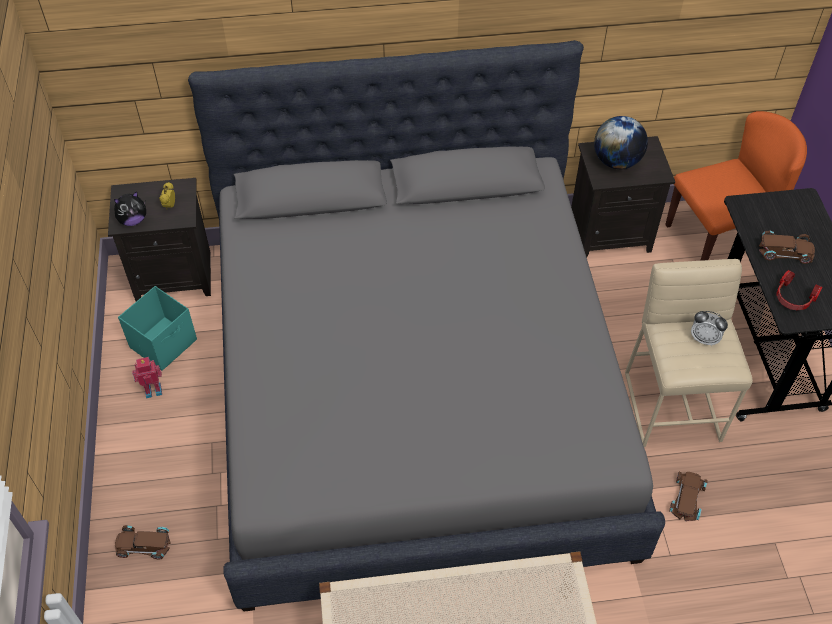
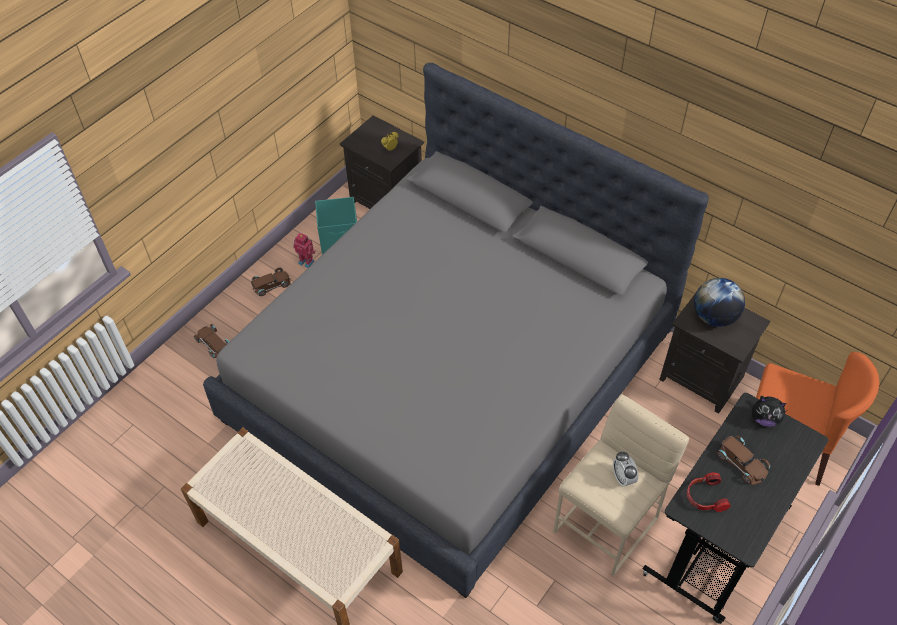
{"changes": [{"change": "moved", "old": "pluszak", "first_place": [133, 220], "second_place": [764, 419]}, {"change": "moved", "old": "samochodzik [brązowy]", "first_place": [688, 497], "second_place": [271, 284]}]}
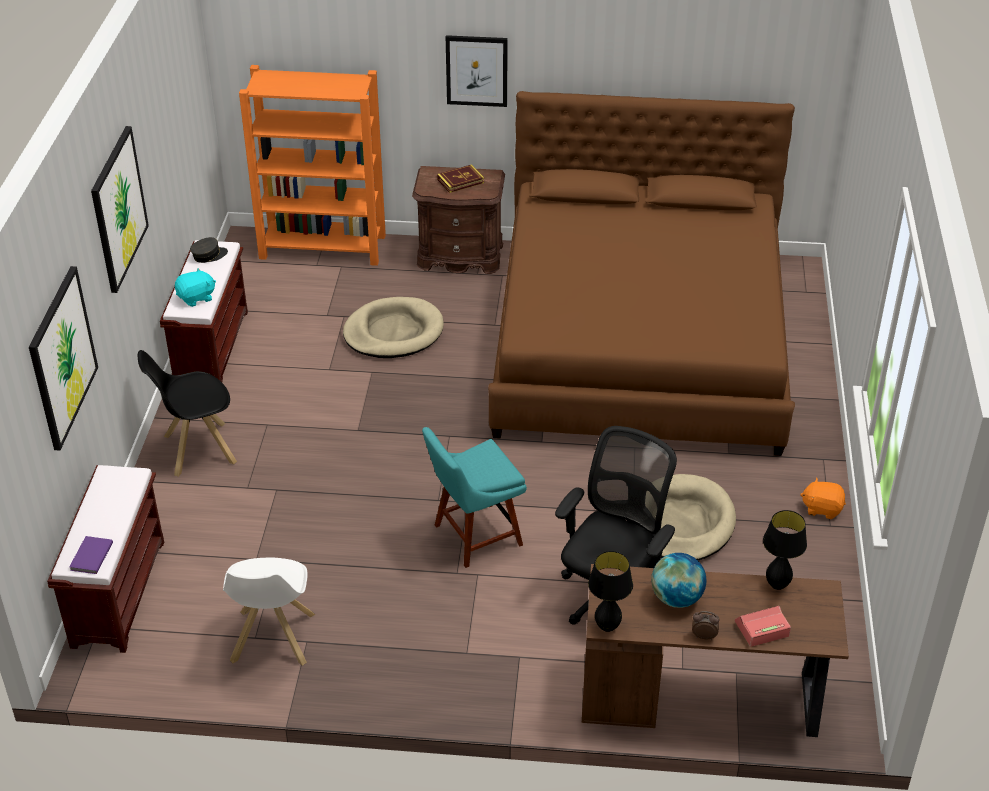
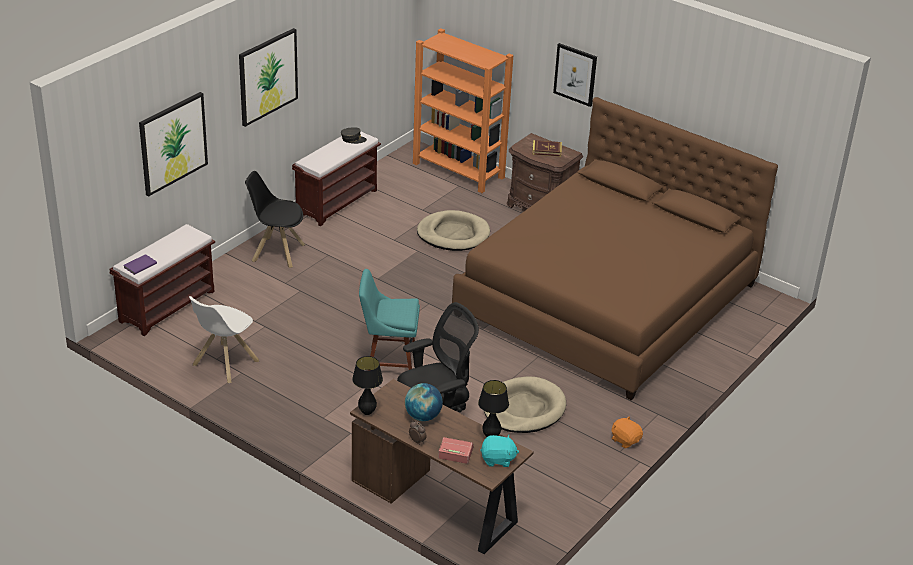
{"changes": [{"change": "moved", "old": "pluszak [turkusowy]", "first_place": [196, 298], "second_place": [498, 459]}]}
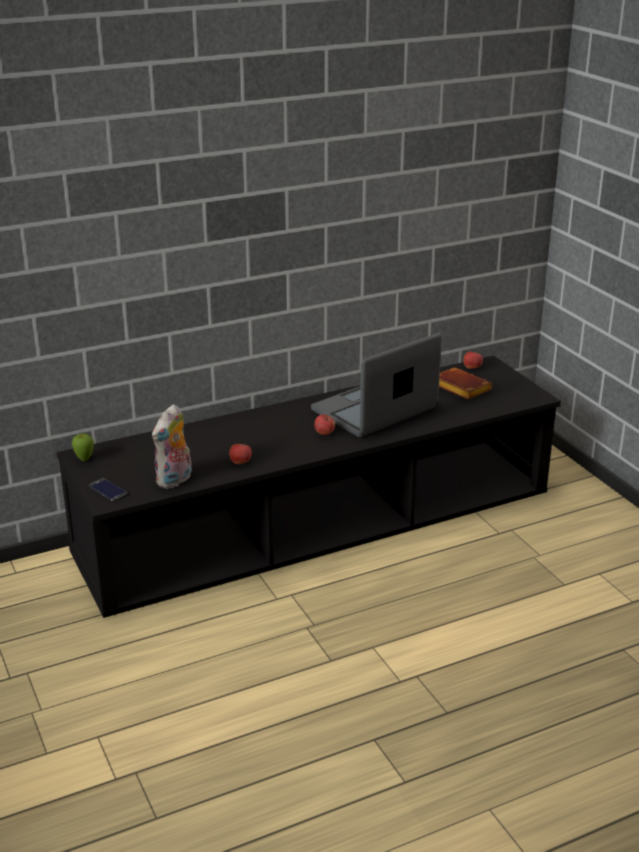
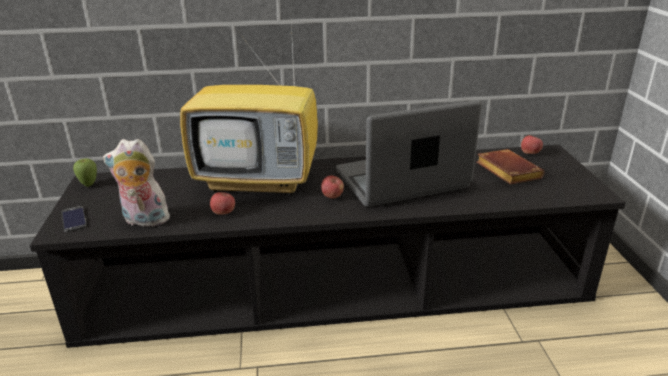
{"changes": [{"change": "turned", "old": "pluszak", "first_place": [175, 480], "second_place": [144, 221], "degrees": 45}, {"change": "added", "new": "telewizor", "second_place": [260, 181]}]}
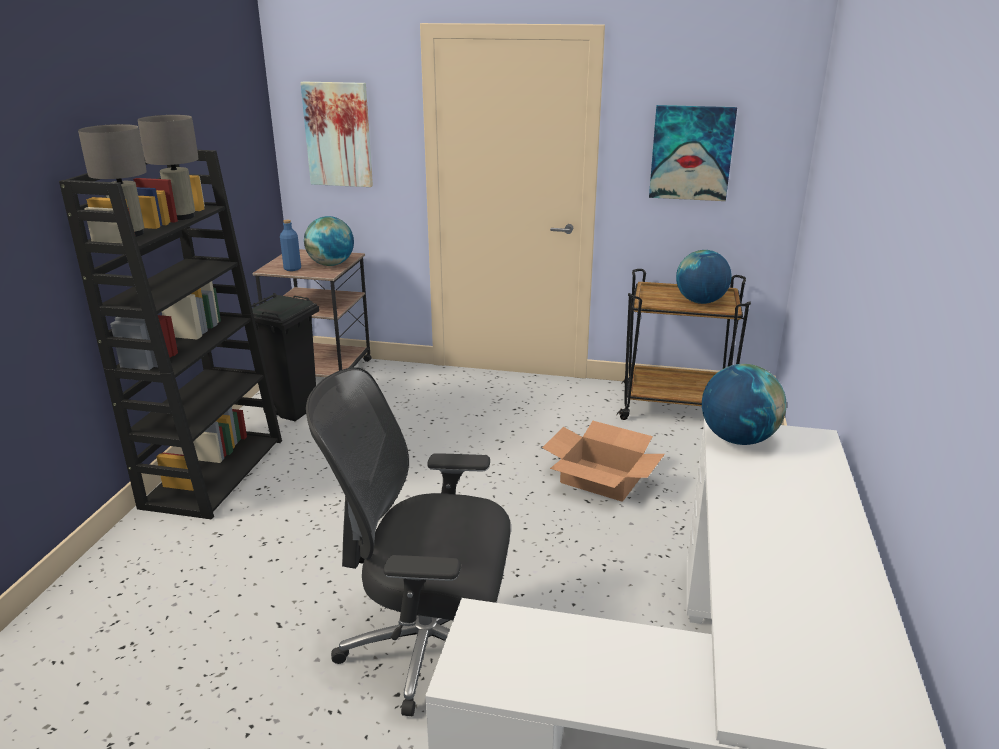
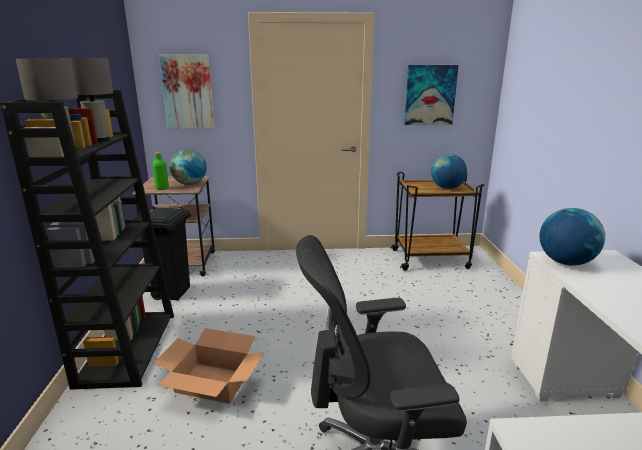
{"changes": [{"change": "recoloured", "old": "butelka [niebieski]", "new": "butelka [zielony]", "first_place": [292, 268], "second_place": [162, 188]}, {"change": "moved", "old": "karton", "first_place": [601, 479], "second_place": [212, 382]}]}
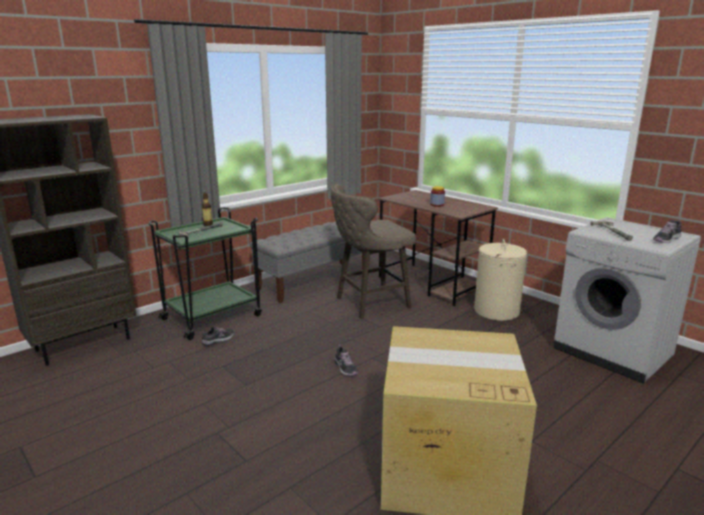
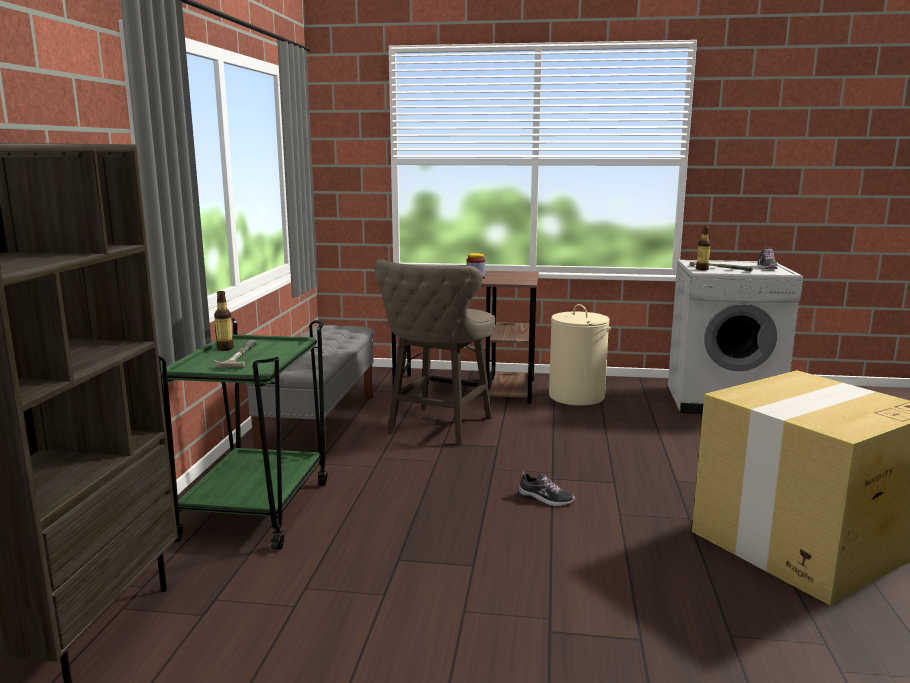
{"changes": [{"change": "removed", "old": "but", "first_place": [218, 340]}, {"change": "added", "new": "butelka", "second_place": [702, 269]}]}
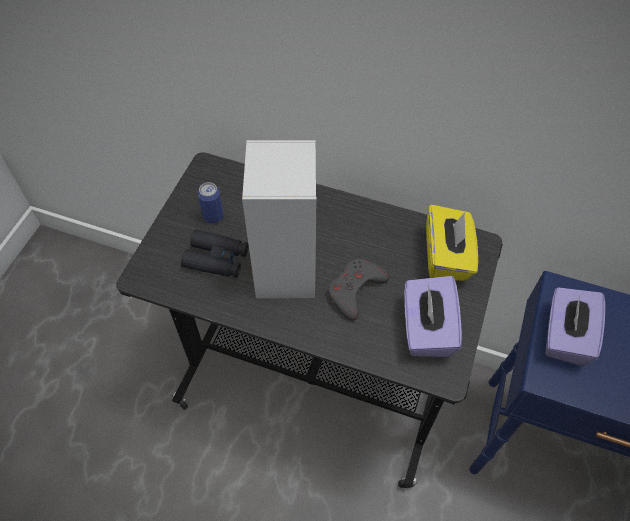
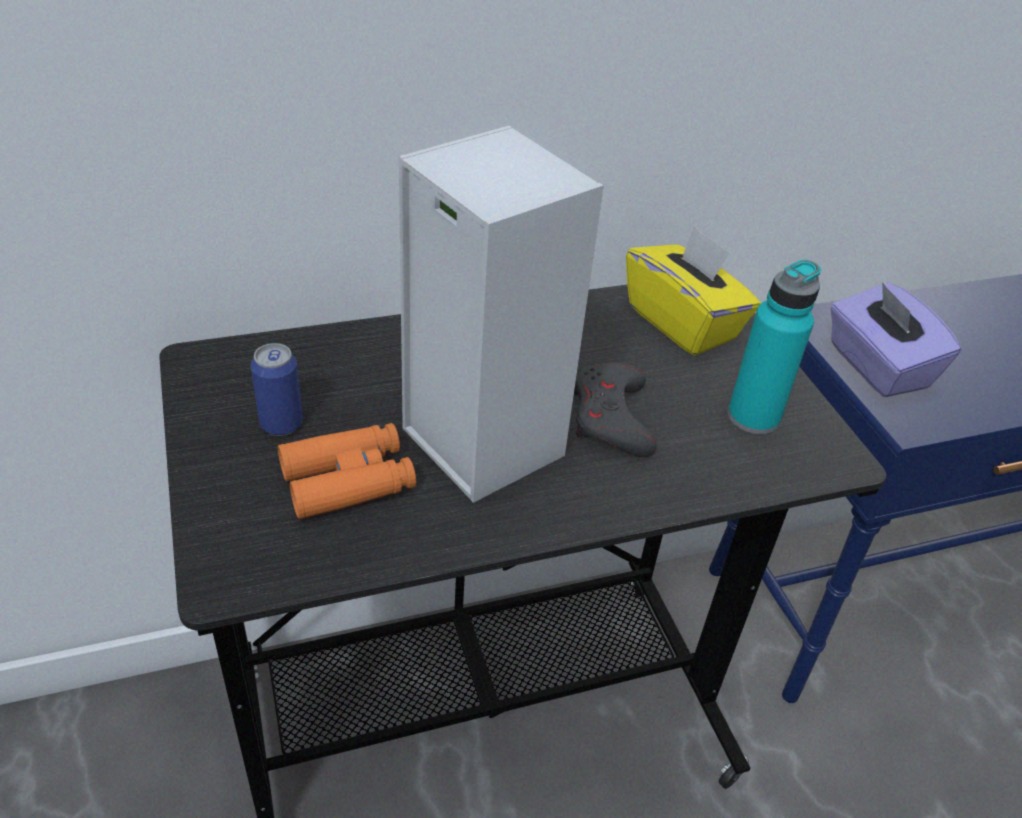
{"changes": [{"change": "recoloured", "old": "lornetka [czarny]", "new": "lornetka [pomarańczowy]", "first_place": [216, 259], "second_place": [348, 480]}, {"change": "replaced", "old": "pudełko chusteczek [fioletowy]", "new": "butelka [turkusowy]", "first_place": [426, 329], "second_place": [753, 417]}]}
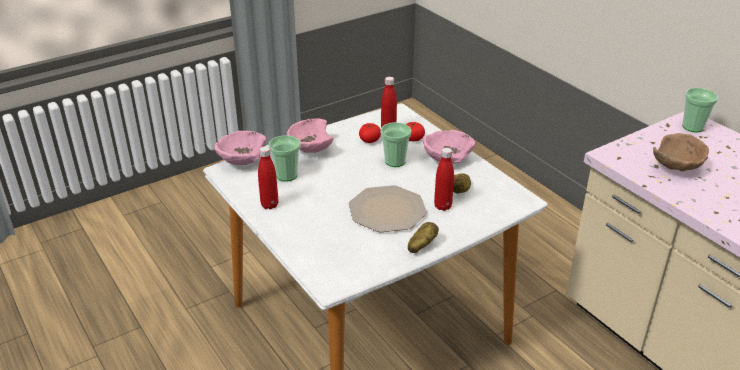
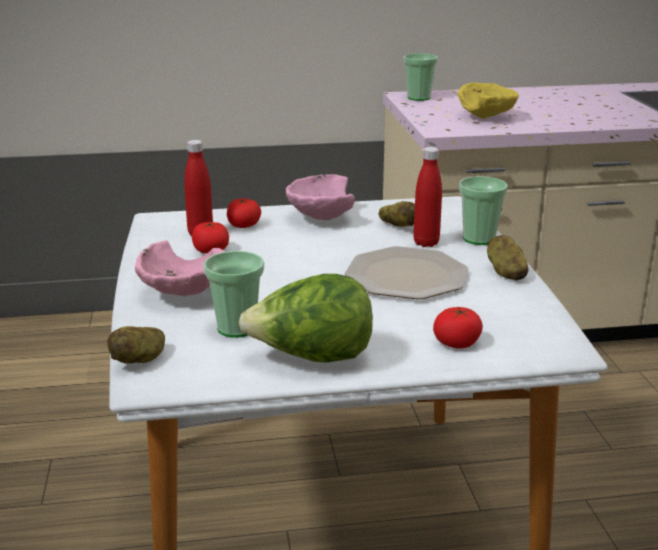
{"changes": [{"change": "moved", "old": "filiżanka", "first_place": [395, 161], "second_place": [479, 239]}, {"change": "replaced", "old": "miska [różowy]", "new": "ziemniak", "first_place": [241, 161], "second_place": [140, 360]}, {"change": "recoloured", "old": "miska [brązowy]", "new": "miska [żółty]", "first_place": [676, 169], "second_place": [488, 117]}, {"change": "replaced", "old": "butelka [czerwony]", "new": "sałata", "first_place": [269, 205], "second_place": [312, 358]}, {"change": "added", "new": "pomidor", "second_place": [457, 342]}]}
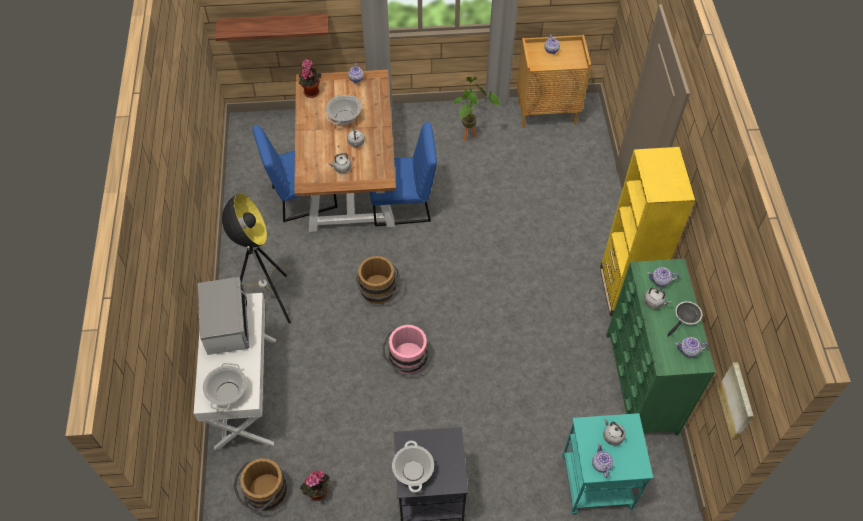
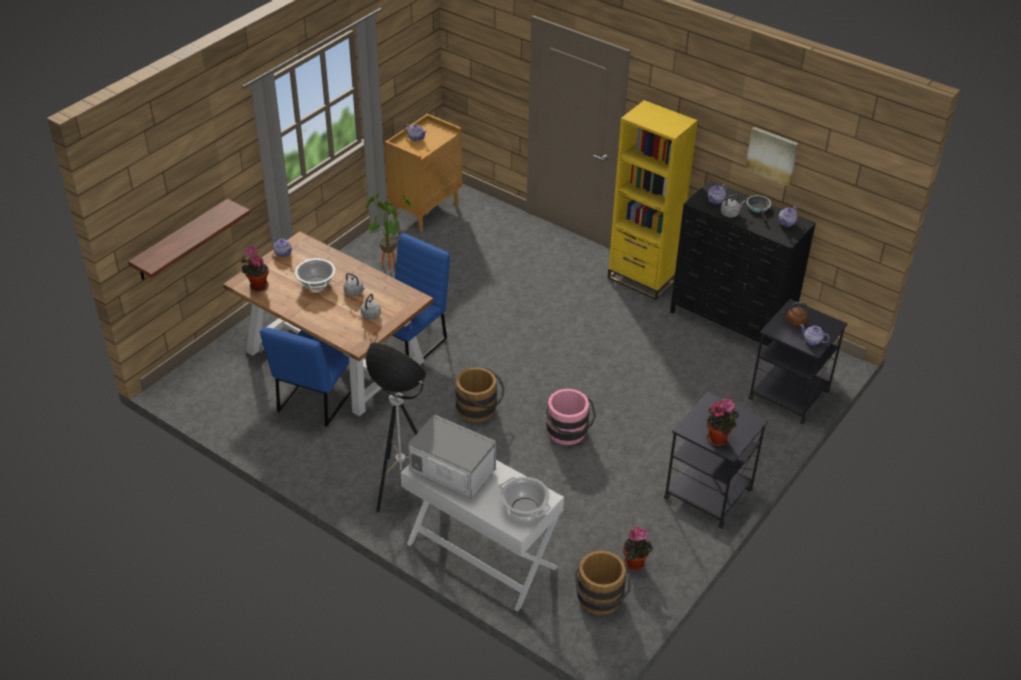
{"changes": [{"change": "recoloured", "old": "komoda [zielony]", "new": "komoda [czarny]", "first_place": [641, 383], "second_place": [731, 321]}, {"change": "moved", "old": "obraz", "first_place": [737, 401], "second_place": [772, 155]}, {"change": "recoloured", "old": "wózek [turkusowy]", "new": "wózek [czarny]", "first_place": [595, 482], "second_place": [788, 396]}, {"change": "recoloured", "old": "czajnik [szary]", "new": "czajnik [brązowy]", "first_place": [612, 435], "second_place": [795, 322]}, {"change": "replaced", "old": "garnek", "new": "roślina doniczkowa", "first_place": [413, 471], "second_place": [719, 439]}]}
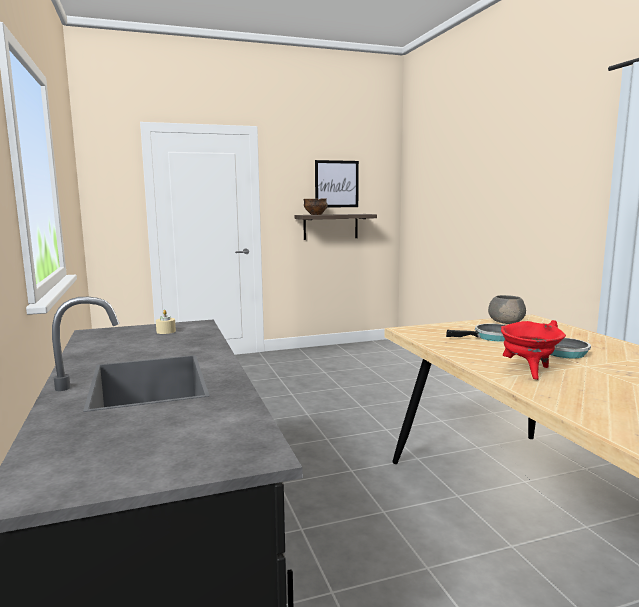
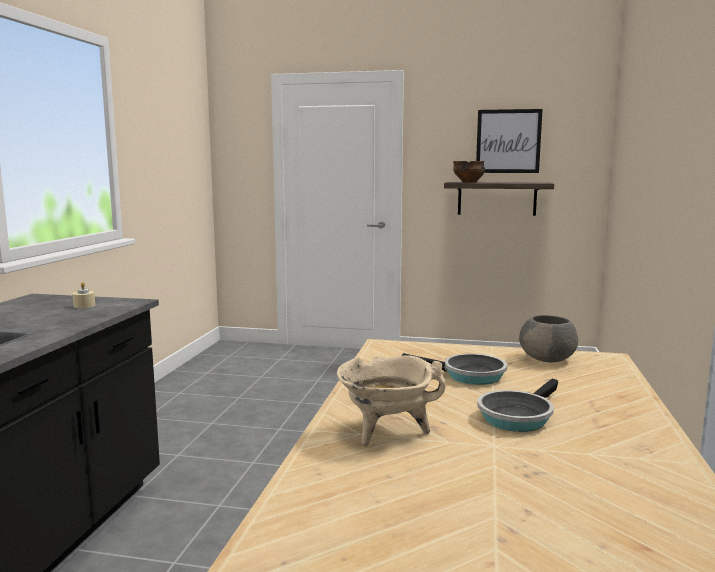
{"changes": [{"change": "recoloured", "old": "garnek [czerwony]", "new": "garnek [beżowy]", "first_place": [528, 371], "second_place": [387, 433]}]}
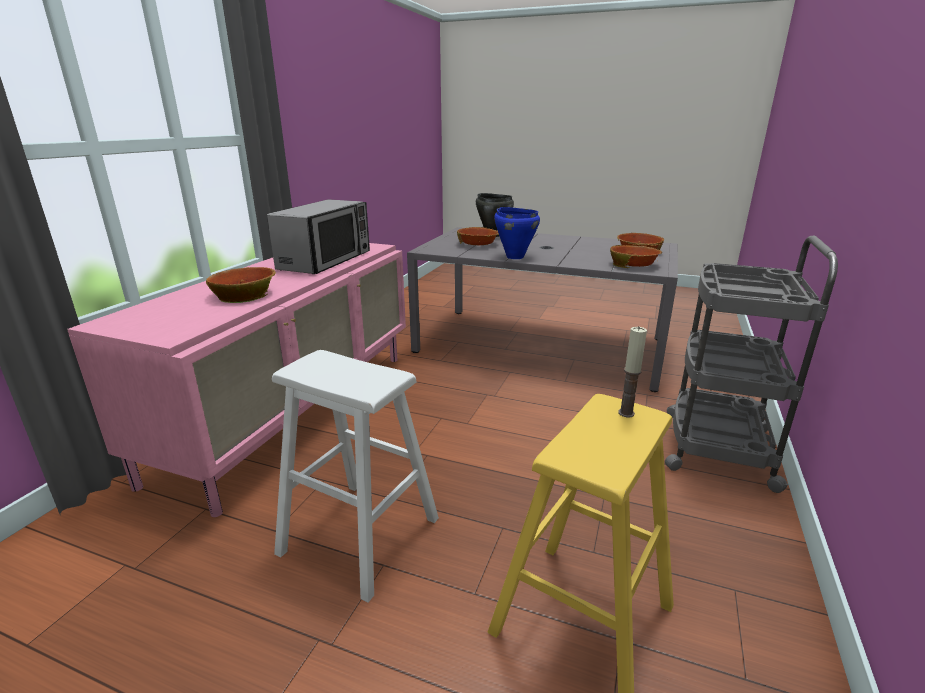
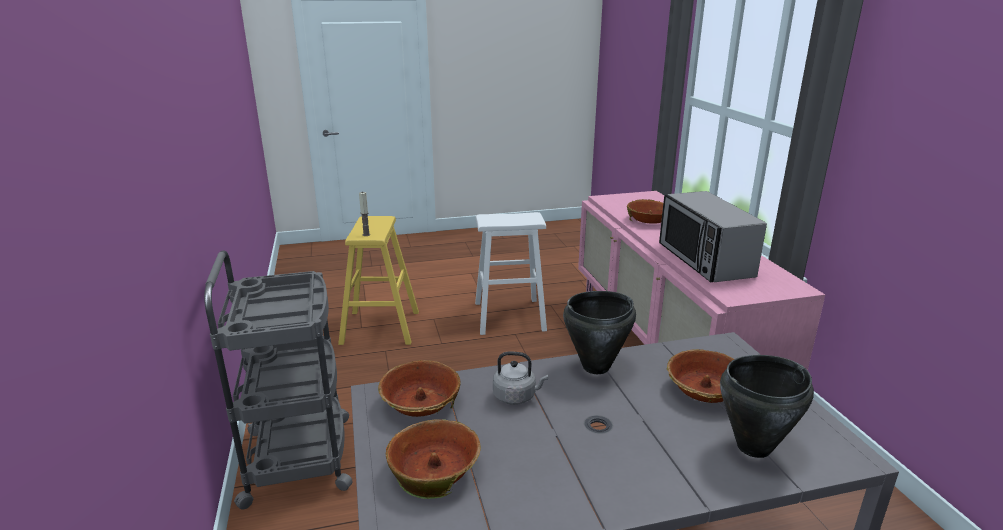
{"changes": [{"change": "recoloured", "old": "garnek [niebieski]", "new": "garnek [czarny]", "first_place": [515, 257], "second_place": [596, 367]}, {"change": "added", "new": "czajnik [szary]", "second_place": [516, 396]}]}
